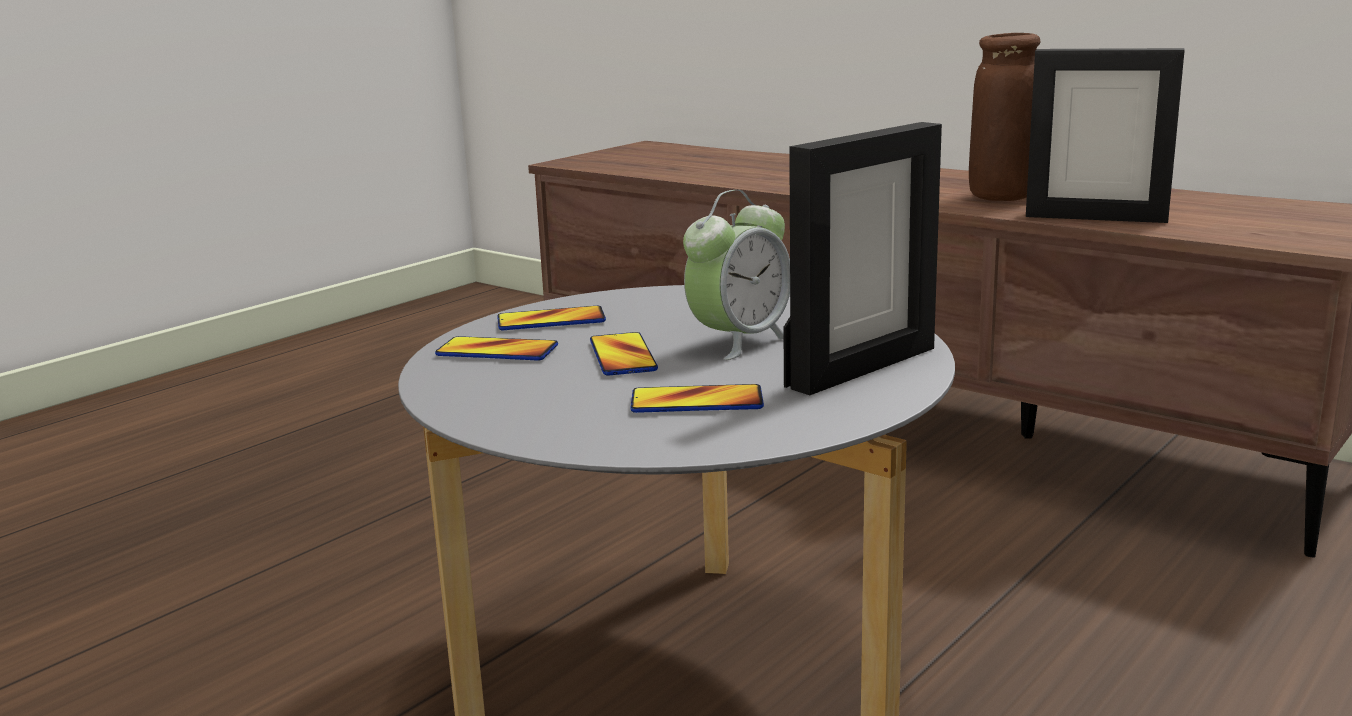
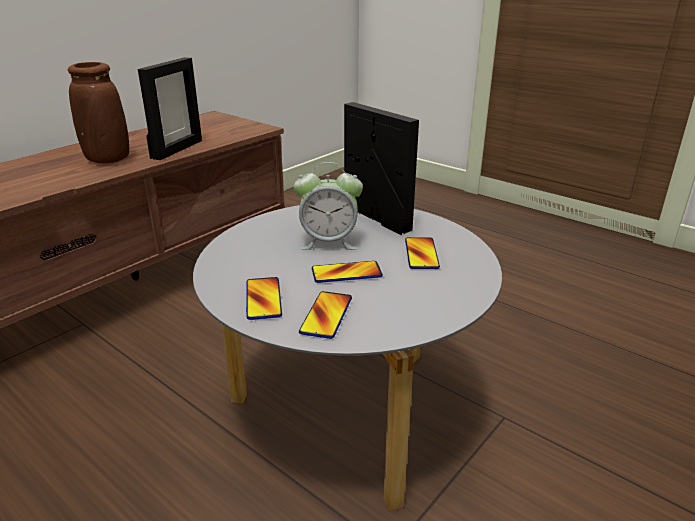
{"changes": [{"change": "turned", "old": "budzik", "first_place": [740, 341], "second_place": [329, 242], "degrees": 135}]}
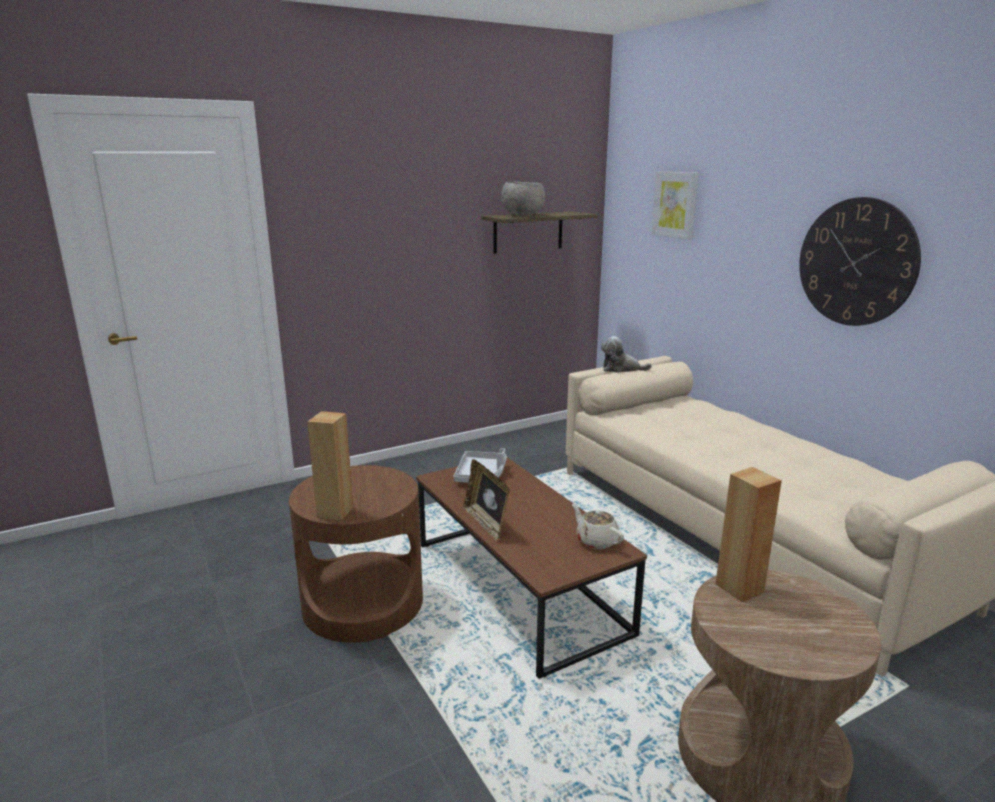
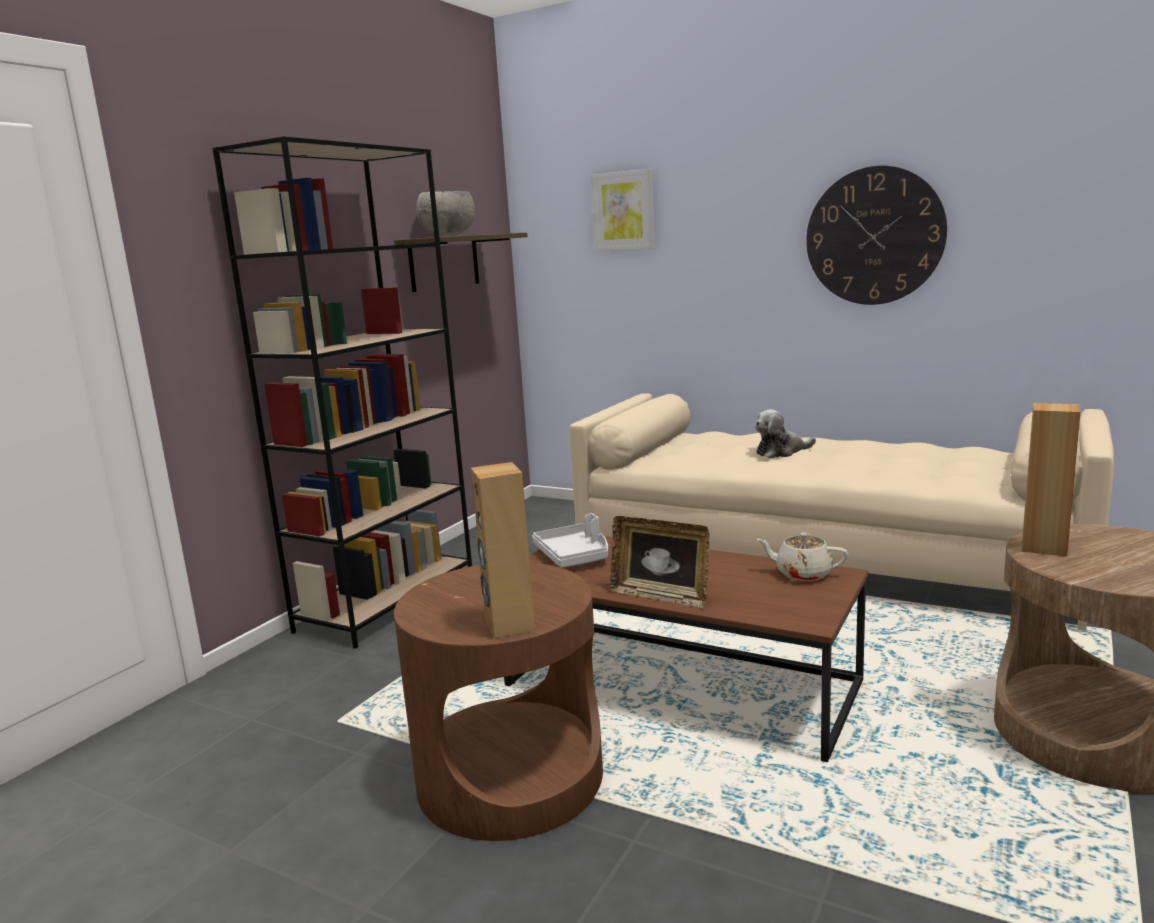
{"changes": [{"change": "moved", "old": "pluszak", "first_place": [621, 369], "second_place": [781, 452]}, {"change": "added", "new": "regał [beżowy]", "second_place": [387, 601]}]}
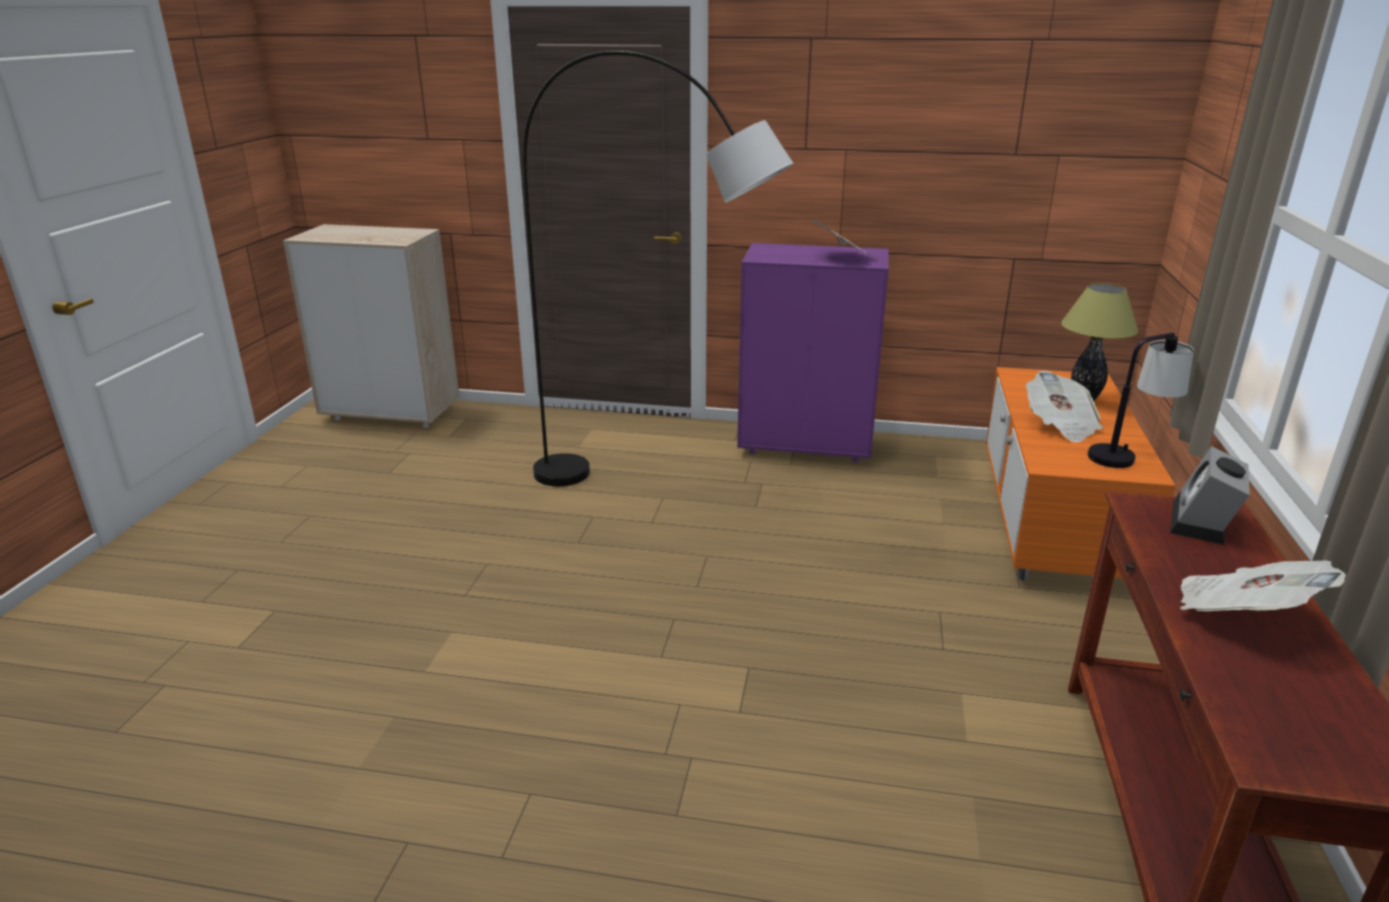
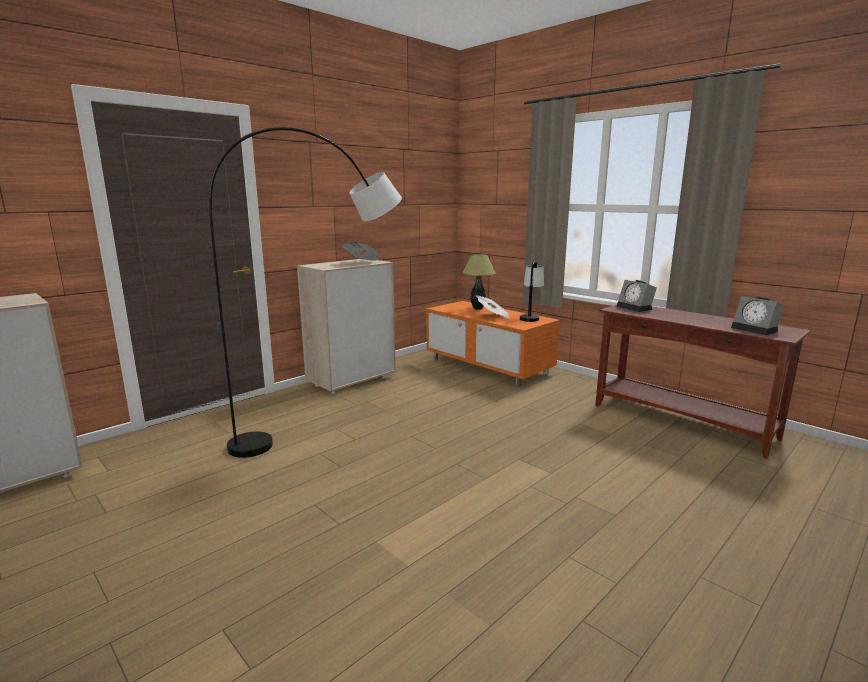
{"changes": [{"change": "recoloured", "old": "szafka [fioletowy]", "new": "szafka [beżowy]", "first_place": [807, 446], "second_place": [352, 381]}, {"change": "removed", "old": "gazeta", "first_place": [1242, 614]}, {"change": "added", "new": "budzik", "second_place": [756, 329]}]}
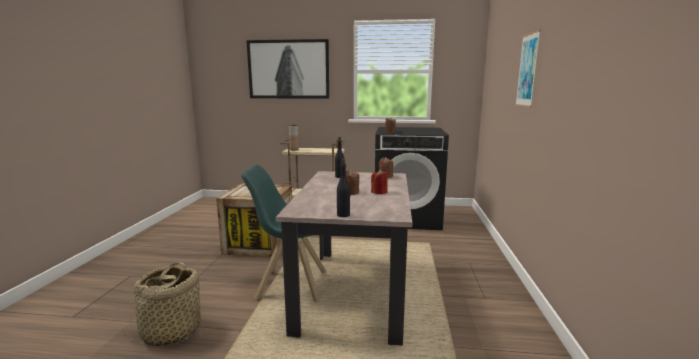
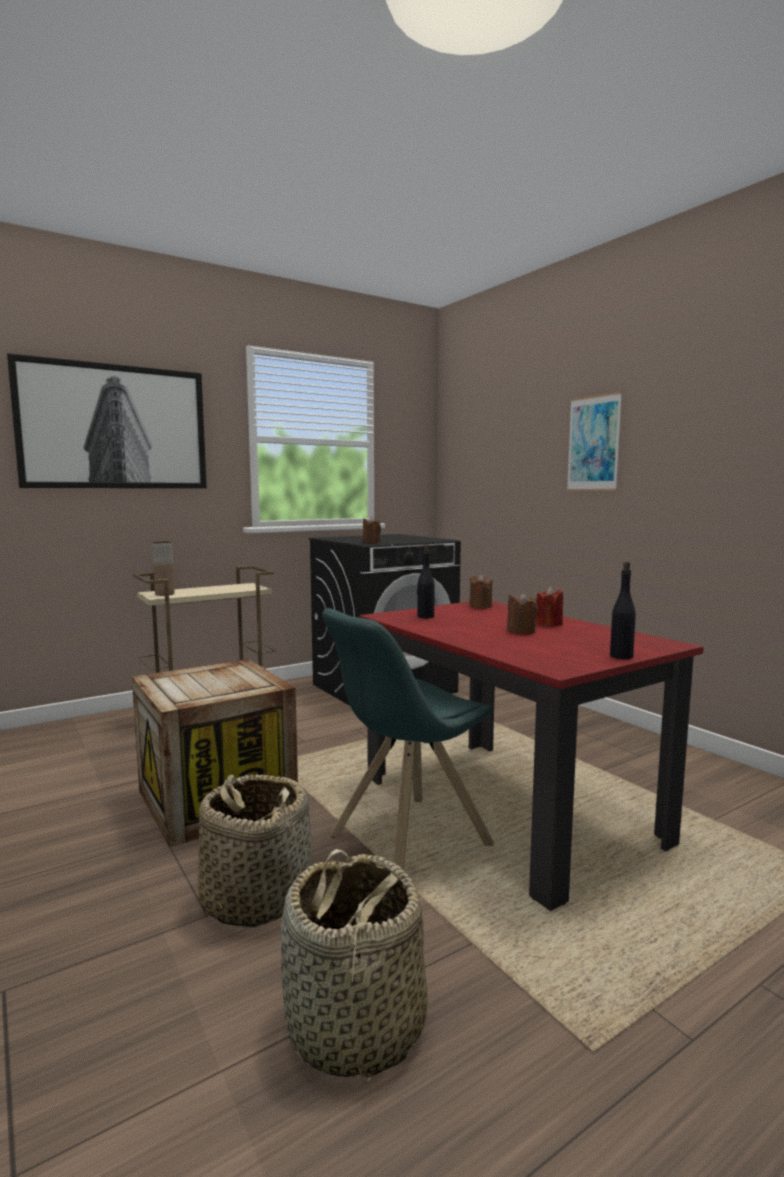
{"changes": [{"change": "recoloured", "old": "stół jadalny [beżowy]", "new": "stół jadalny [czerwony]", "first_place": [353, 291], "second_place": [507, 809]}, {"change": "added", "new": "koszyk", "second_place": [255, 897]}]}
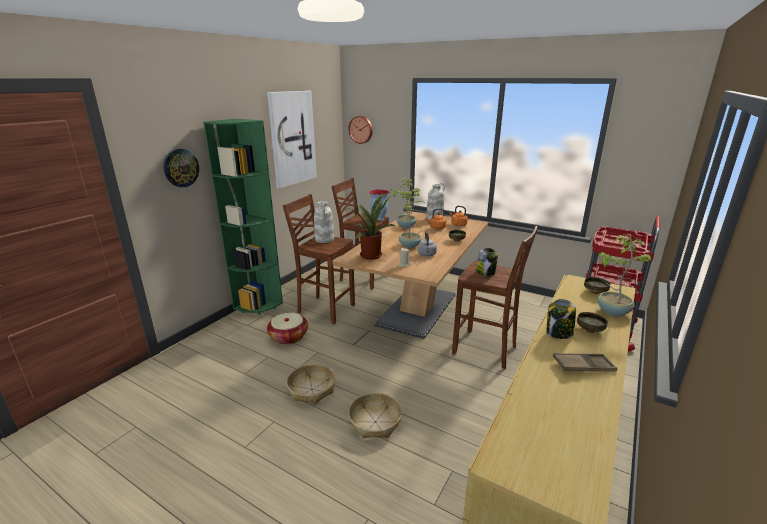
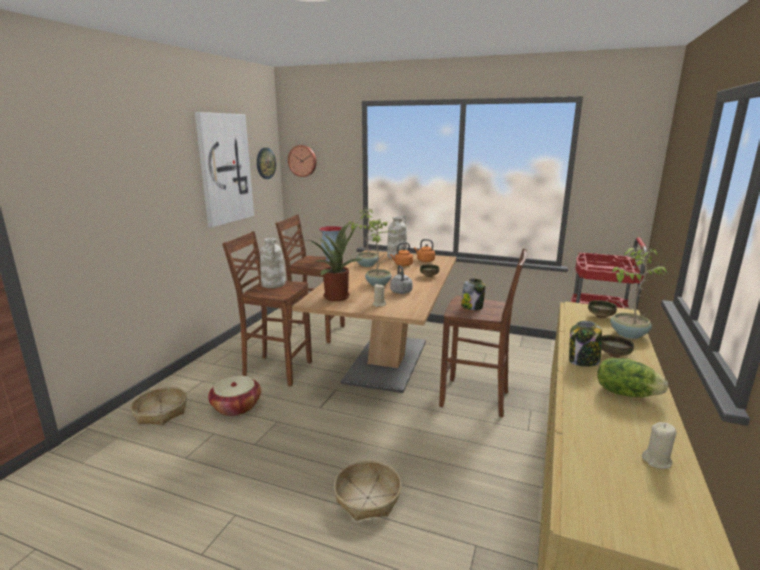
{"changes": [{"change": "removed", "old": "regał [zielony]", "first_place": [259, 309]}, {"change": "moved", "old": "zegar ścienny", "first_place": [181, 168], "second_place": [265, 163]}, {"change": "replaced", "old": "taca [brązowy]", "new": "sałata", "first_place": [583, 366], "second_place": [625, 393]}, {"change": "moved", "old": "koszyk", "first_place": [311, 389], "second_place": [161, 412]}, {"change": "added", "new": "świeca [beżowy]", "second_place": [657, 461]}]}
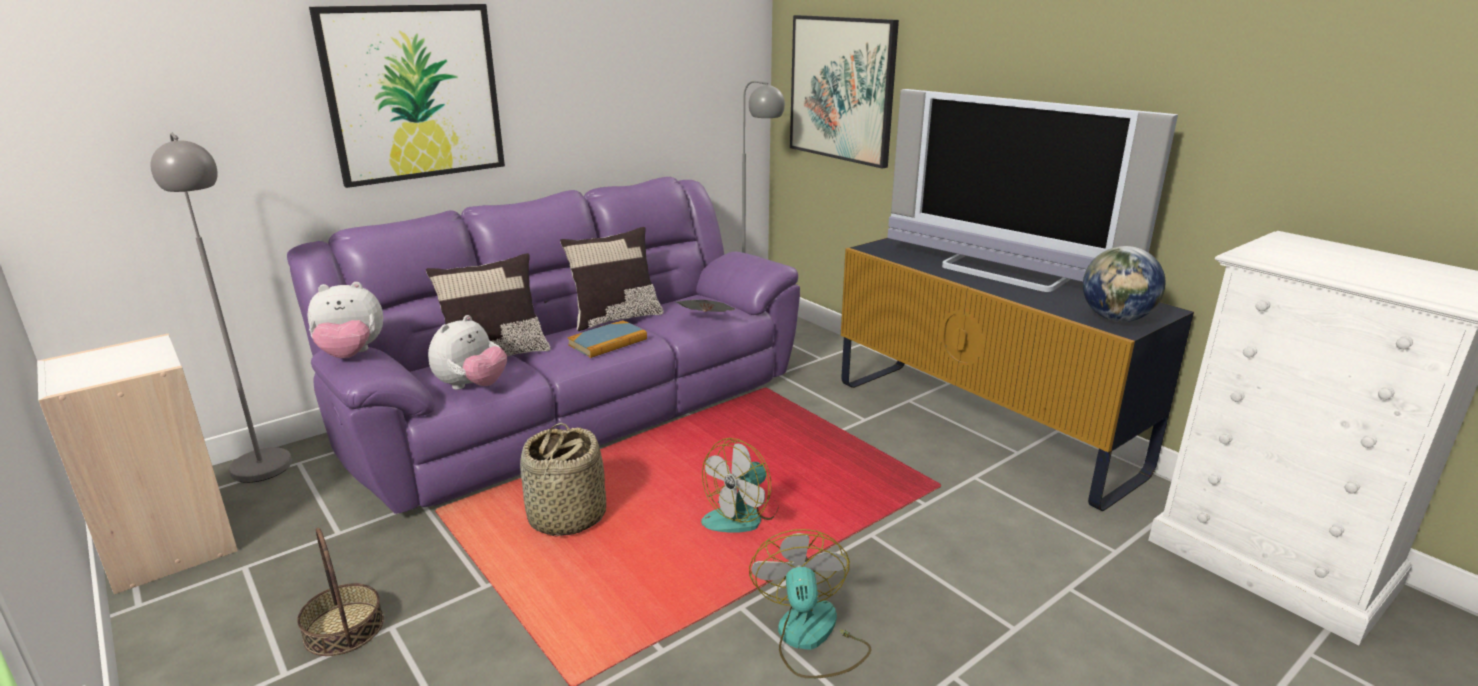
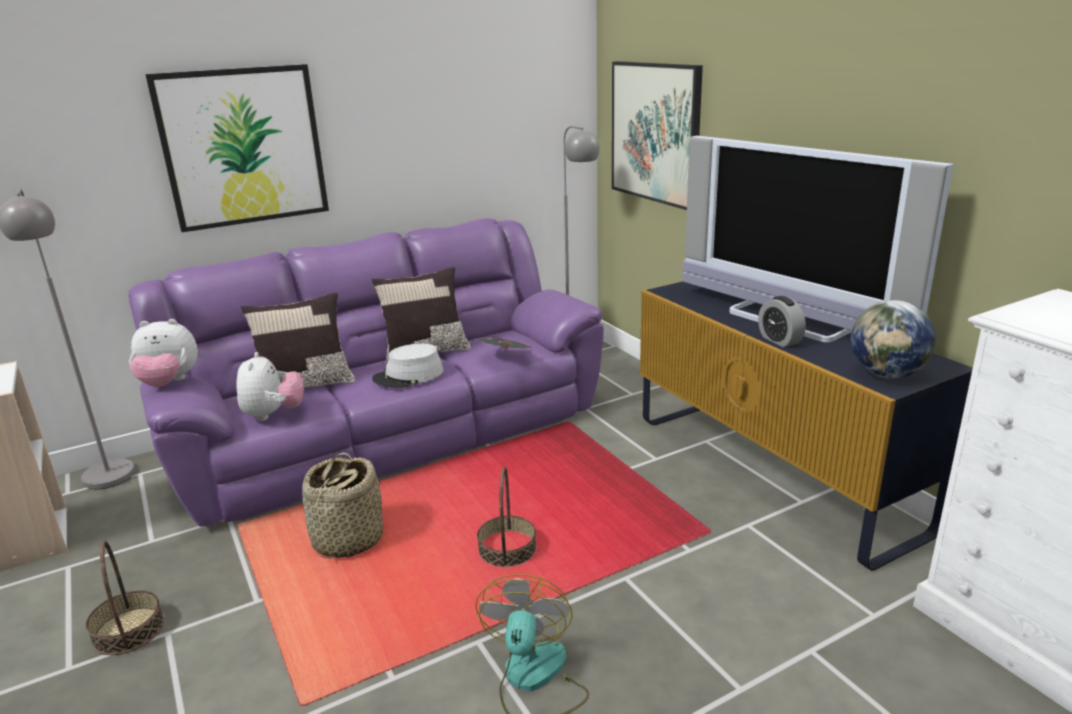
{"changes": [{"change": "turned", "old": "pluszak", "first_place": [472, 386], "second_place": [273, 414], "degrees": -45}, {"change": "replaced", "old": "książka", "new": "kapelusz [szary]", "first_place": [608, 342], "second_place": [408, 376]}, {"change": "replaced", "old": "wentylator", "new": "koszyk", "first_place": [742, 515], "second_place": [507, 549]}, {"change": "added", "new": "budzik", "second_place": [779, 340]}]}
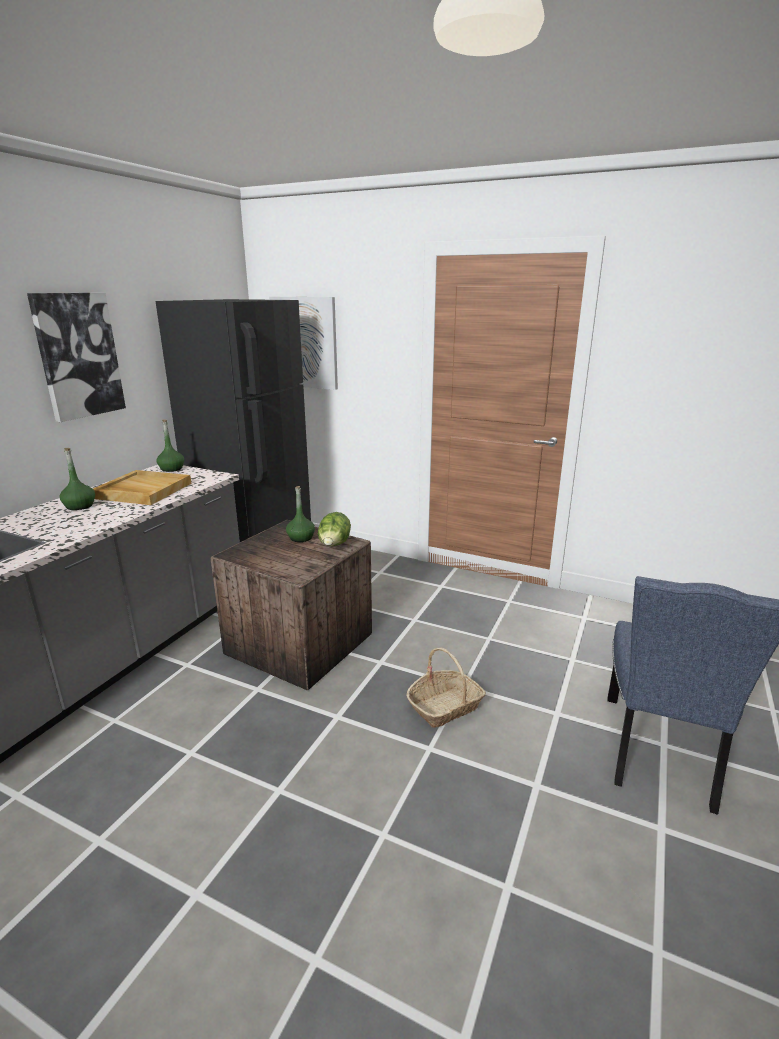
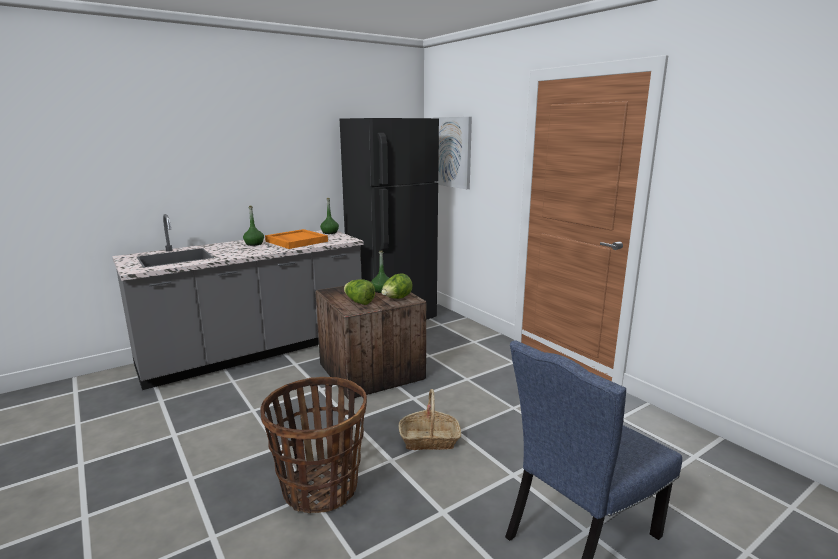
{"changes": [{"change": "removed", "old": "obraz", "first_place": [78, 355]}, {"change": "recoloured", "old": "taca [beżowy]", "new": "taca [pomarańczowy]", "first_place": [142, 491], "second_place": [296, 241]}, {"change": "added", "new": "sałata", "second_place": [359, 302]}, {"change": "added", "new": "koszyk", "second_place": [320, 487]}]}
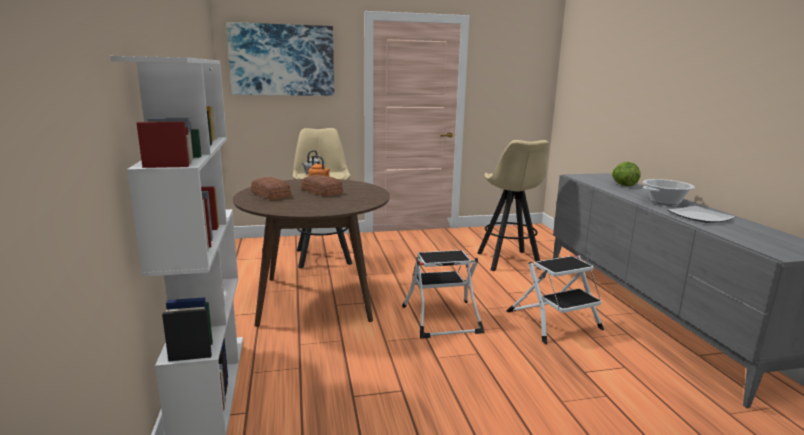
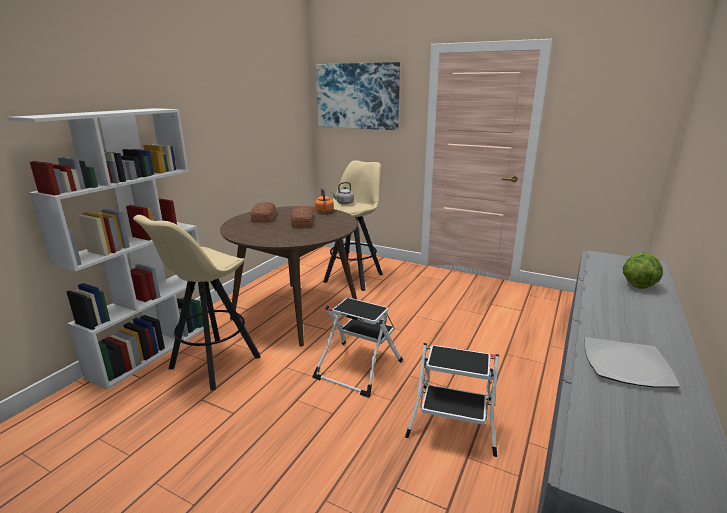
{"changes": [{"change": "moved", "old": "stołek [beżowy]", "first_place": [508, 261], "second_place": [212, 364]}, {"change": "removed", "old": "garnek", "first_place": [665, 201]}]}
